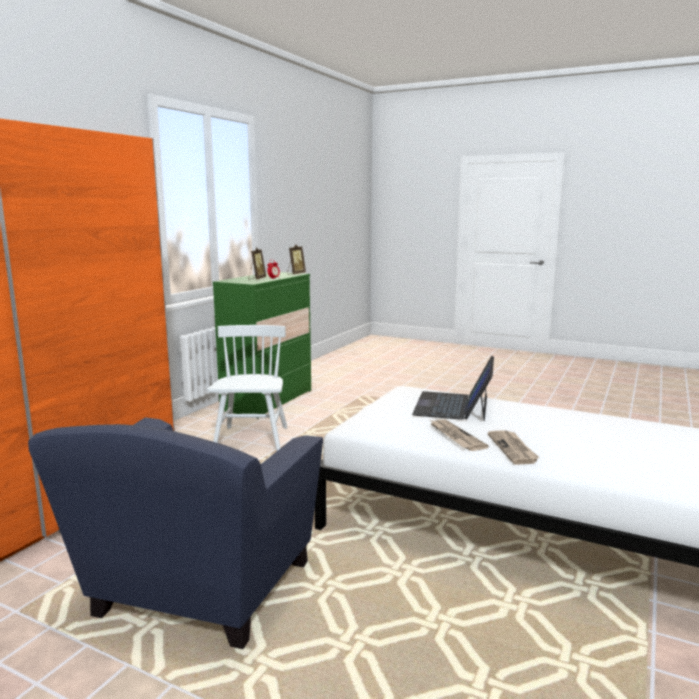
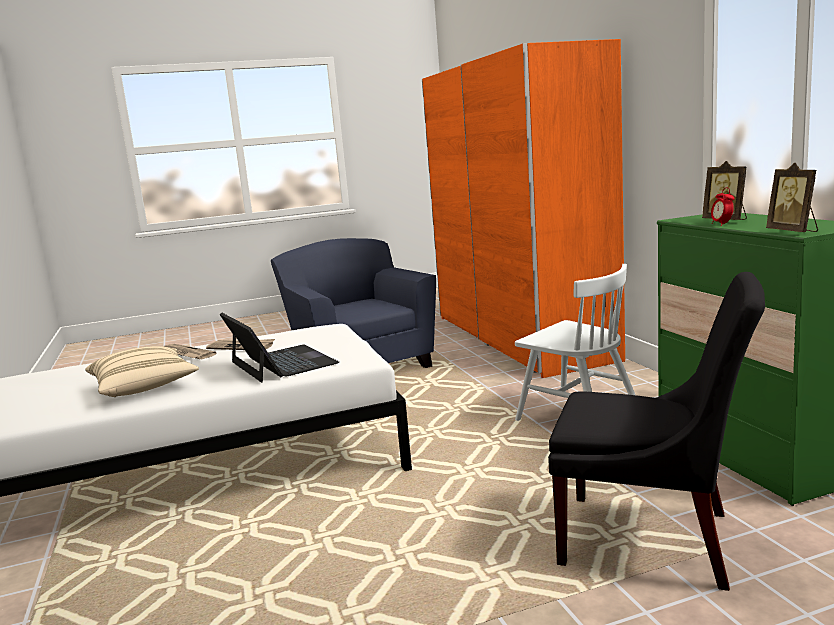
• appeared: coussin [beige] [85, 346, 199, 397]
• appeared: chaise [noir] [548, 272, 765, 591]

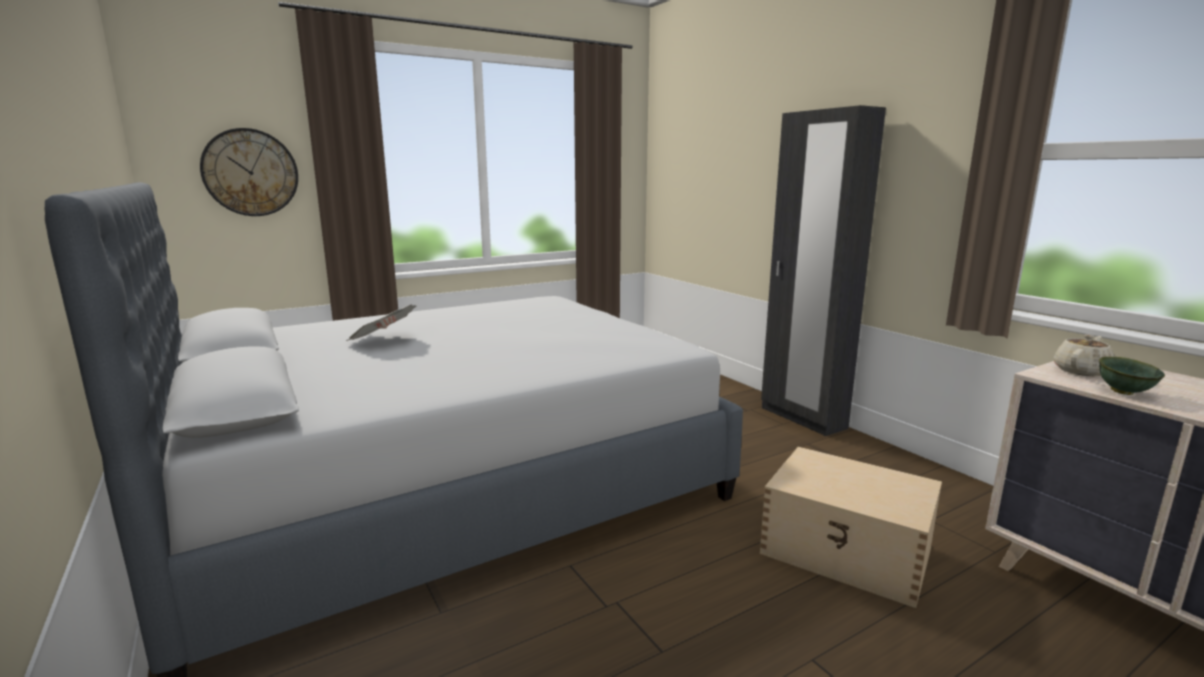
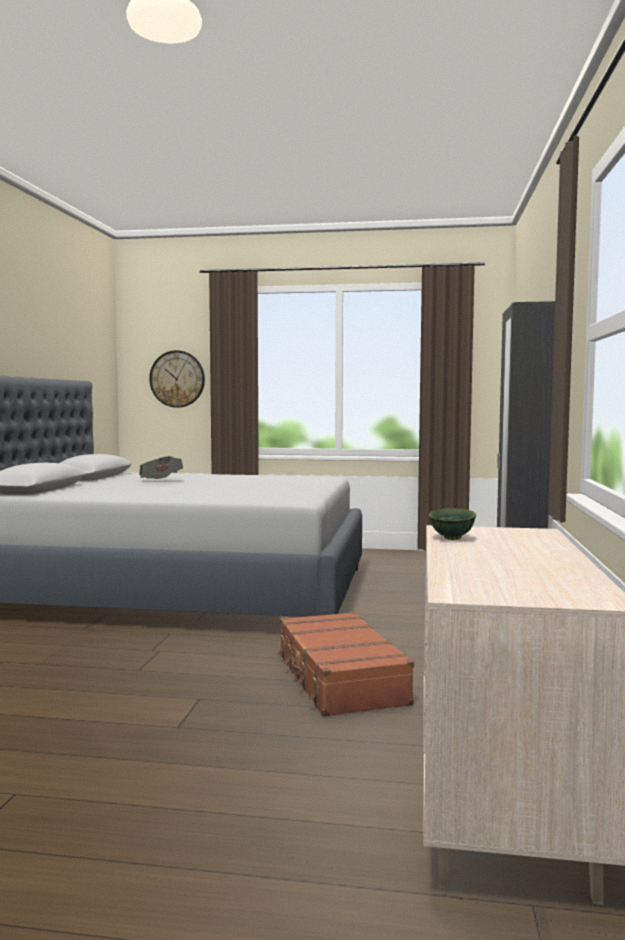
• exchanged: boîte de rangement [beige] [760, 447, 942, 608] to valise [marron] [277, 612, 414, 716]
• missing: théière [beige] [1054, 334, 1114, 376]

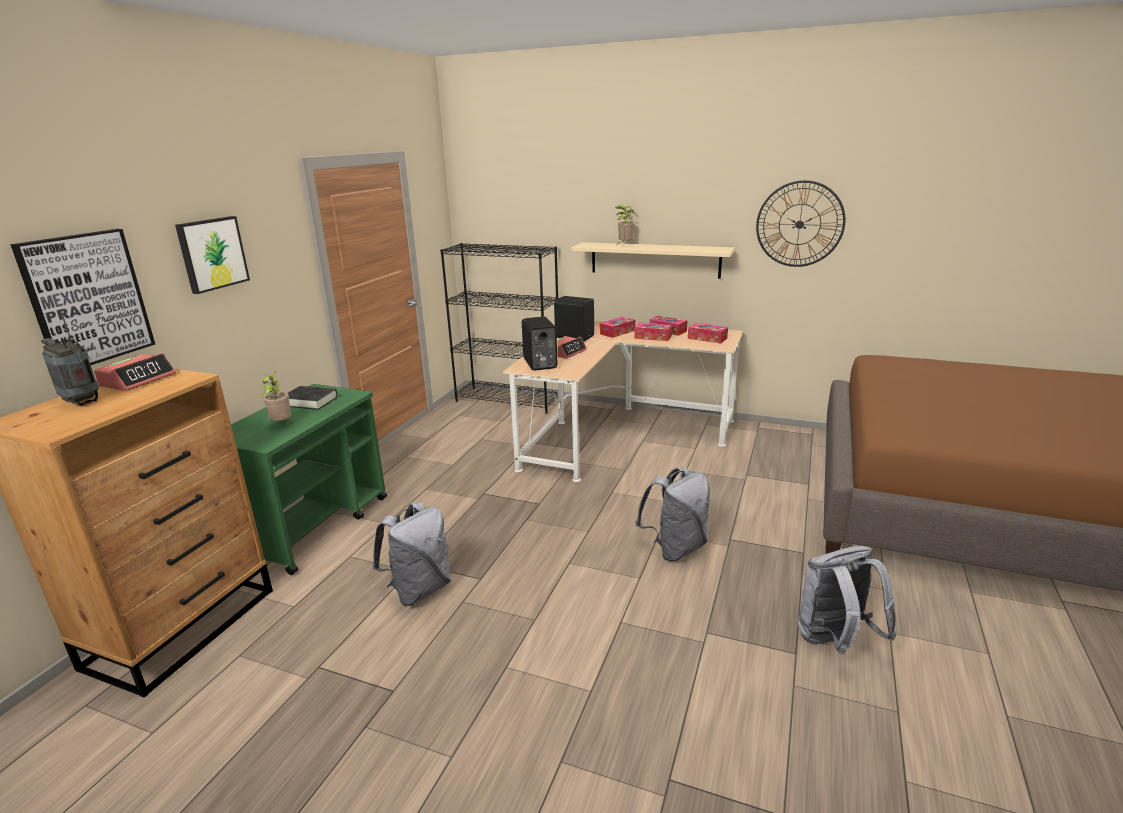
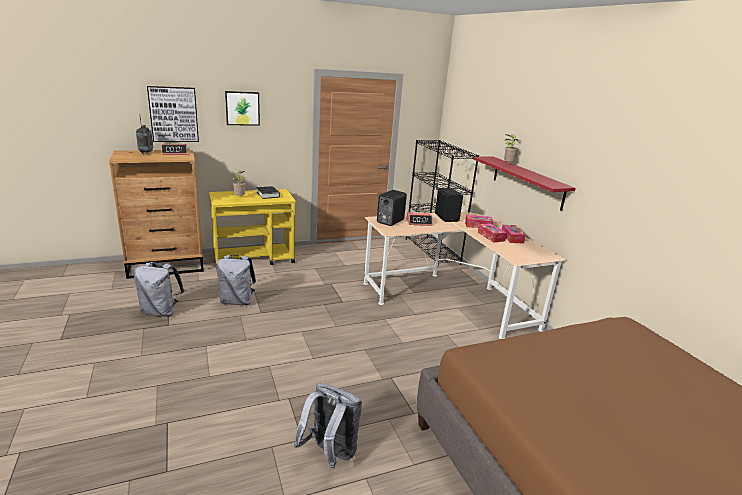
• relocated: sac à dos [gris] [635, 468, 710, 561] to [134, 262, 184, 317]
• colour: chariot [vert] [231, 384, 387, 575] to chariot [jaune] [209, 189, 296, 269]
• colour: étagère [beige] [571, 242, 735, 279] to étagère [rouge] [473, 156, 576, 211]
• missing: boîte à mouchoirs [688, 323, 728, 344]
• missing: horloge murale [756, 180, 845, 267]

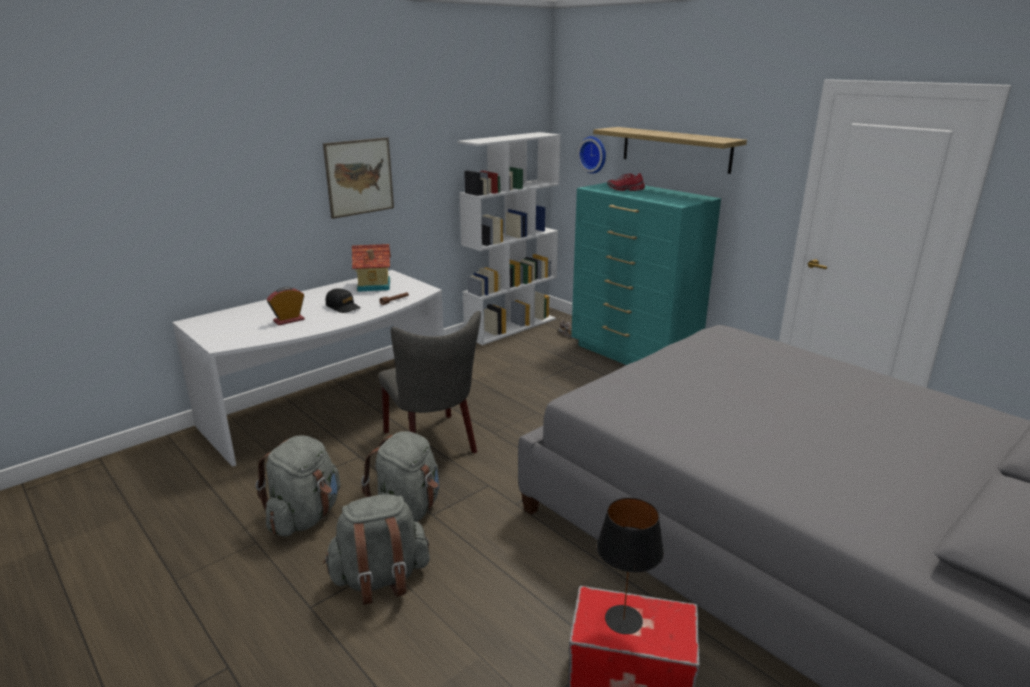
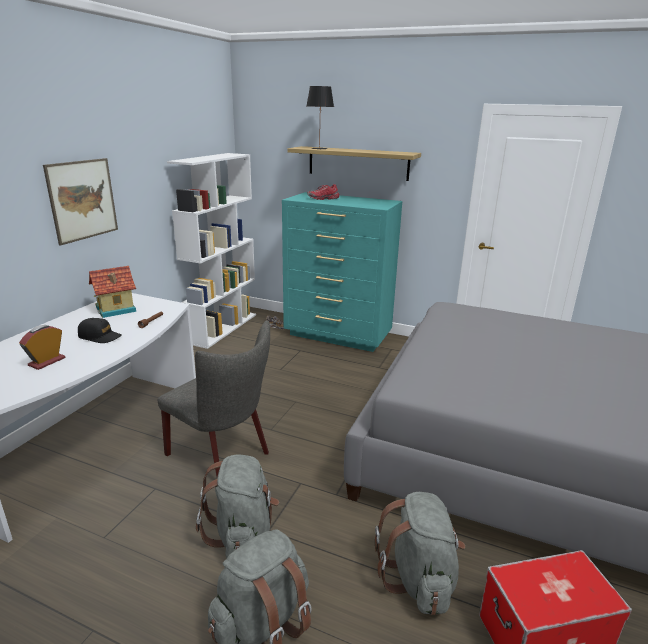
• relocated: lampe de table [noir] [597, 497, 664, 634] to [307, 86, 334, 149]
• relocated: sac à dos [gris] [256, 436, 340, 536] to [375, 492, 465, 615]
• missing: horloge murale [578, 136, 606, 174]

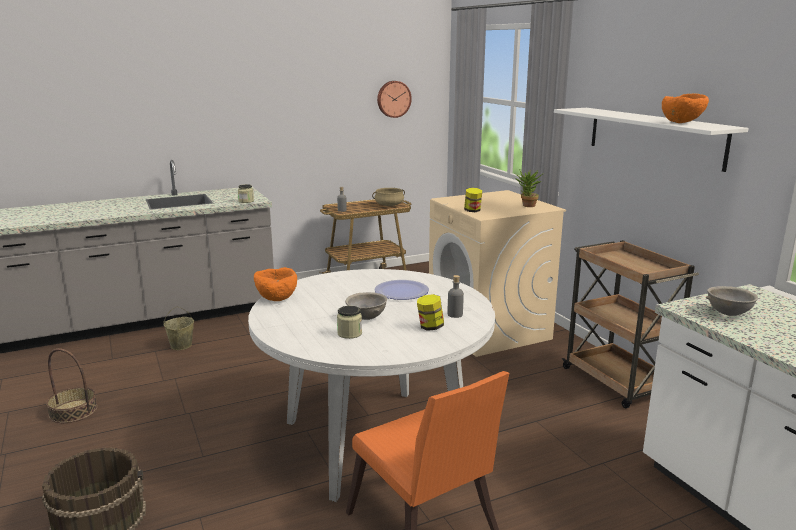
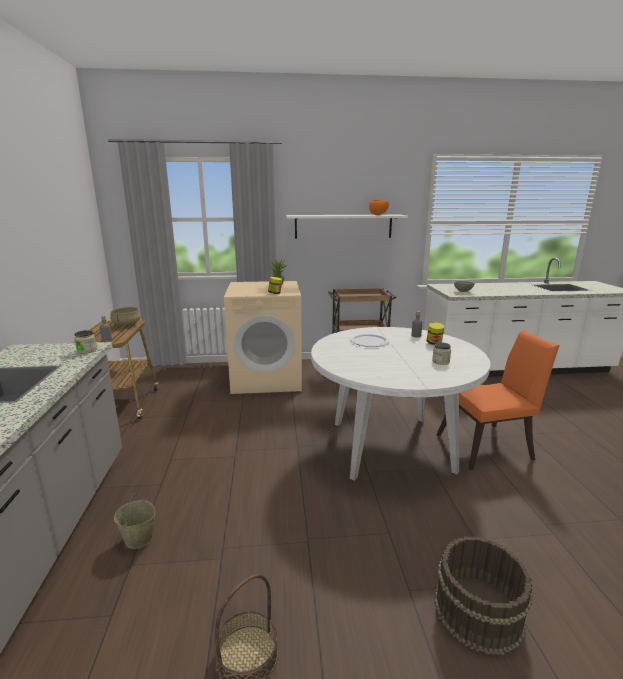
• missing: bol [orange] [254, 267, 297, 301]
• missing: bol [gris] [345, 292, 387, 320]
• missing: horloge murale [377, 81, 412, 118]

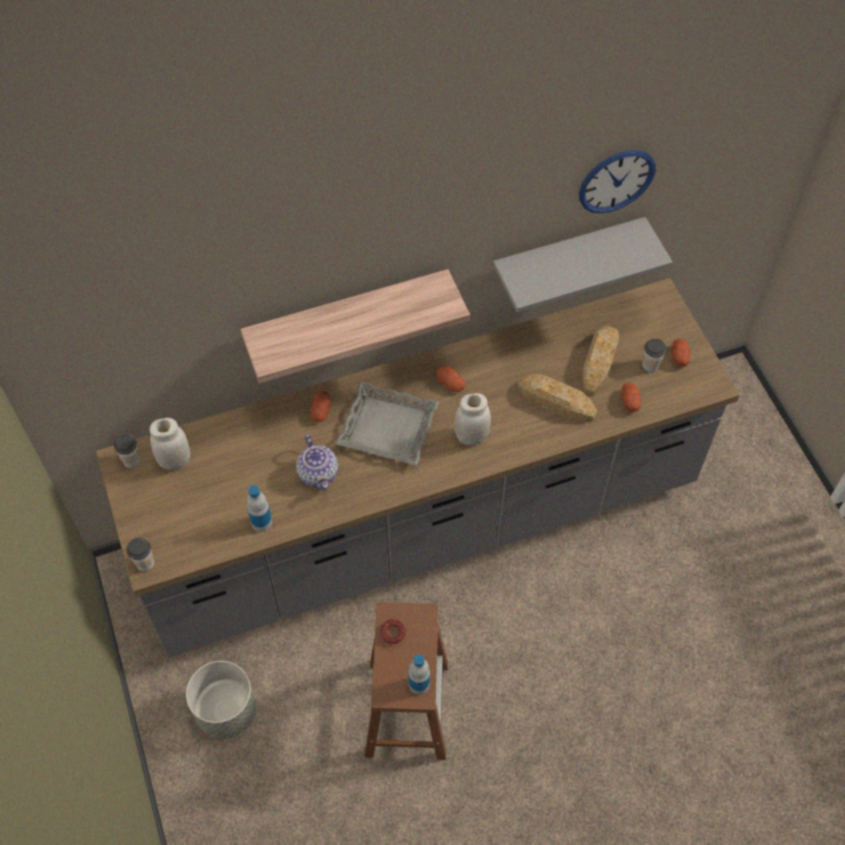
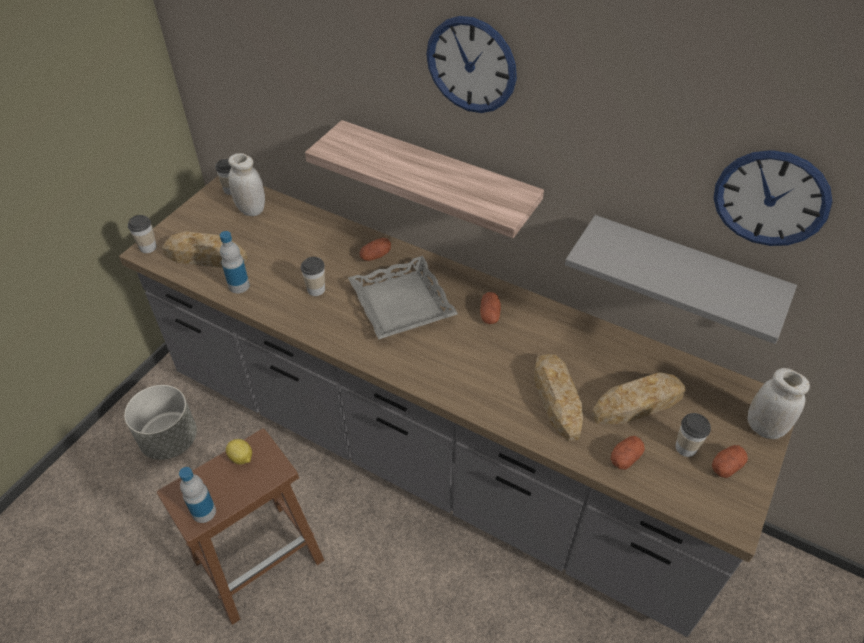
• appeared: pain [162, 231, 247, 268]
• exchanged: beignet [380, 619, 406, 644] to citron [226, 439, 252, 465]
• exchanged: théière [296, 434, 338, 491] to tasse [301, 257, 325, 296]
• appeared: horloge murale [426, 16, 517, 113]
• relocated: bocal [blanc] [454, 393, 491, 445] to [747, 368, 810, 439]

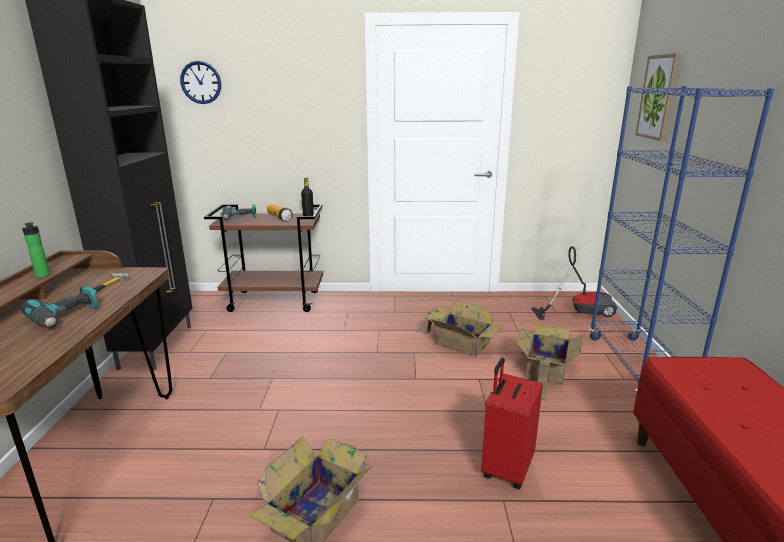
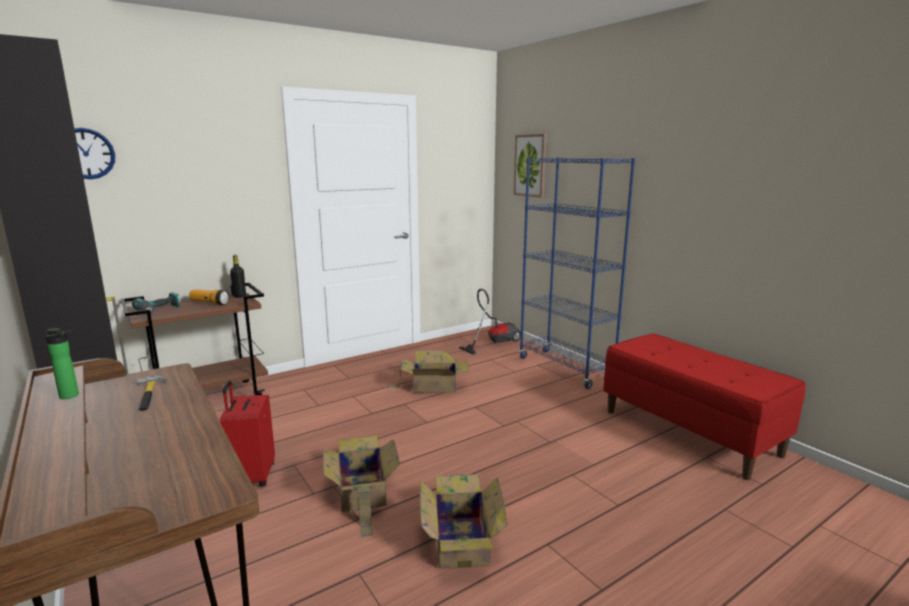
• relocated: valise [rouge] [481, 358, 543, 489] to [220, 381, 275, 487]
• relocated: carton [516, 325, 582, 400] to [323, 436, 400, 537]
• missing: perceuse [21, 285, 99, 328]

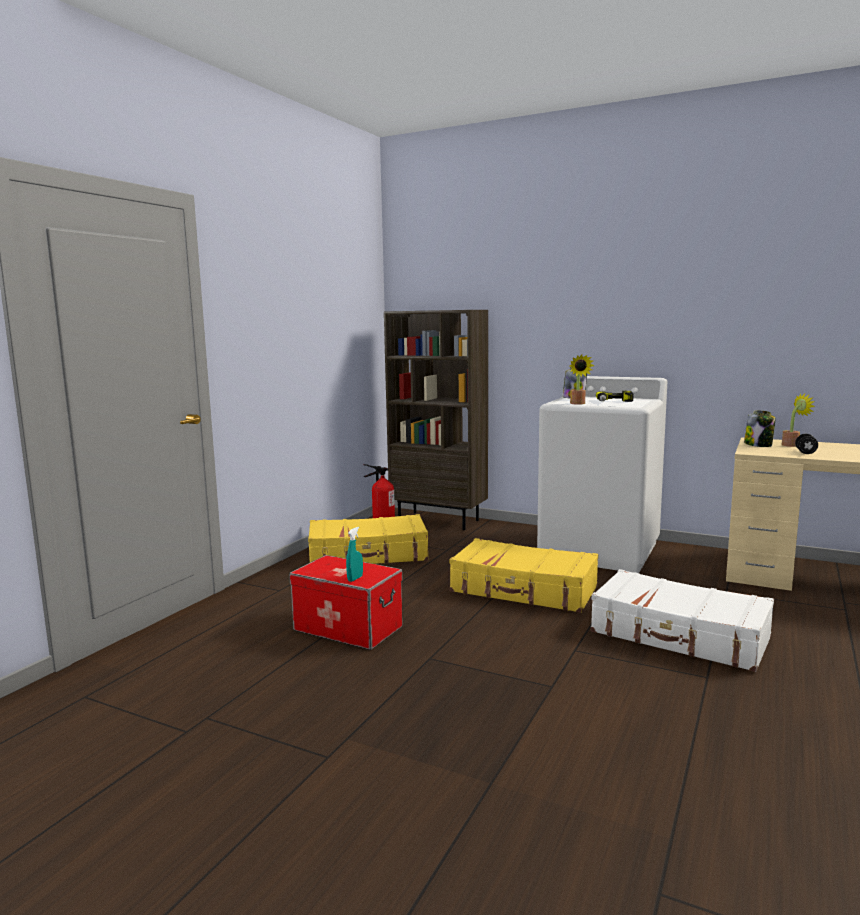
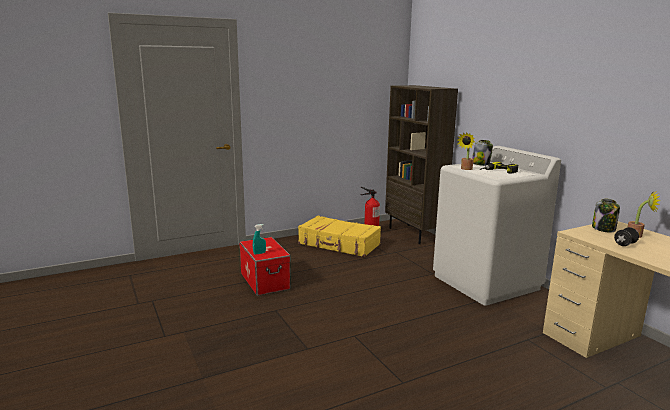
• missing: valise [jaune] [449, 538, 598, 613]
• missing: valise [blanc] [591, 569, 774, 672]

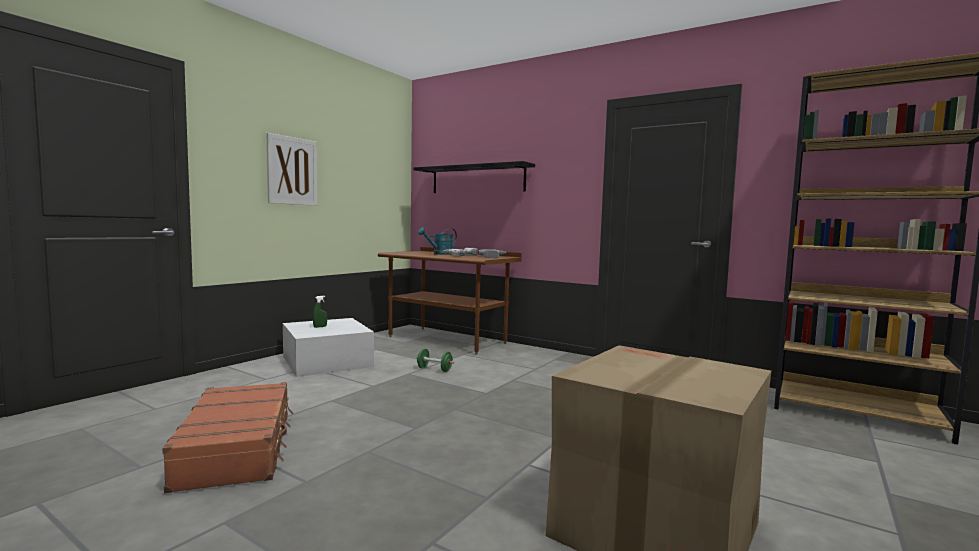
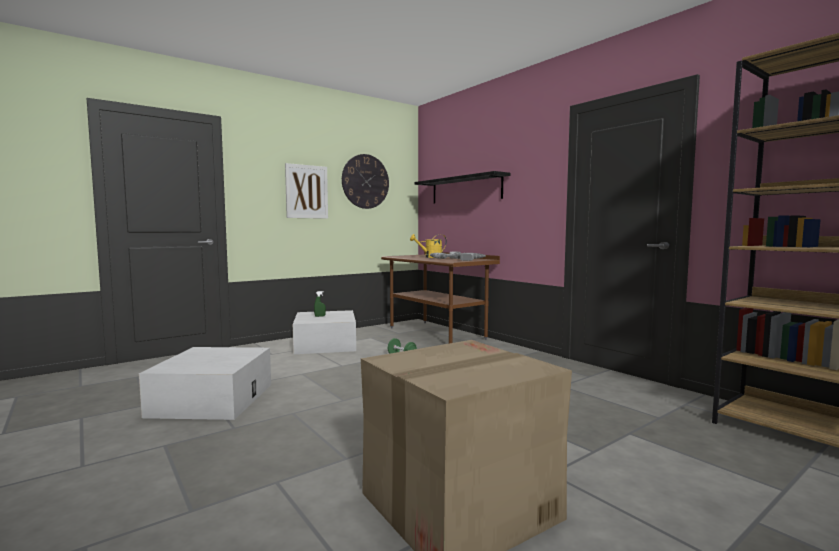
• exchanged: valise [marron] [162, 382, 293, 493] to boîte de rangement [blanc] [139, 347, 271, 420]
• appeared: horloge murale [342, 154, 389, 209]
• colour: arrosoir [turquoise] [418, 227, 457, 255] to arrosoir [jaune] [410, 234, 447, 258]

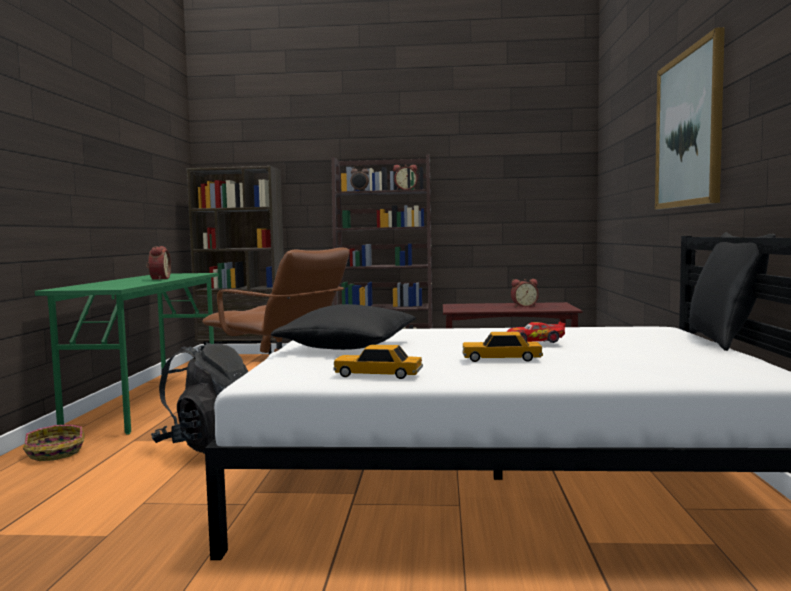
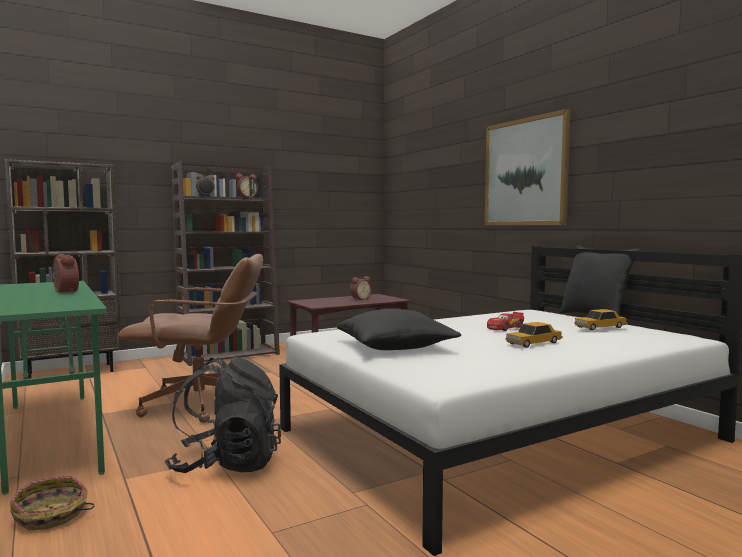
• relocated: petite voiture [334, 345, 423, 379] to [574, 309, 628, 330]

